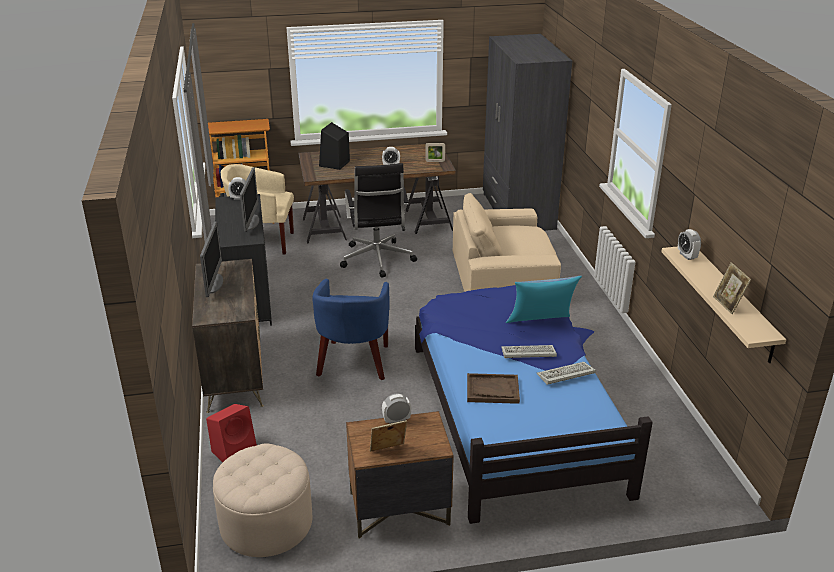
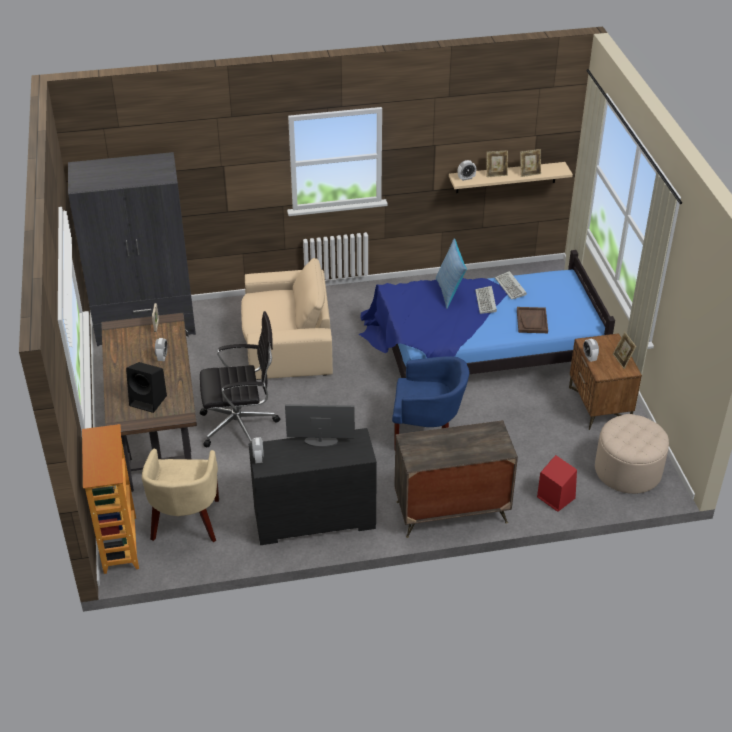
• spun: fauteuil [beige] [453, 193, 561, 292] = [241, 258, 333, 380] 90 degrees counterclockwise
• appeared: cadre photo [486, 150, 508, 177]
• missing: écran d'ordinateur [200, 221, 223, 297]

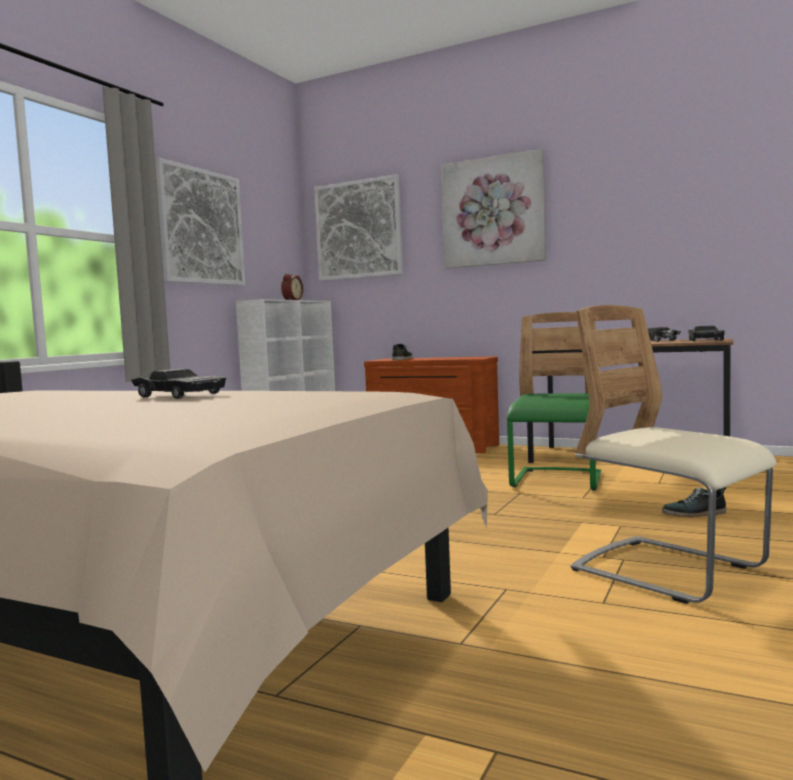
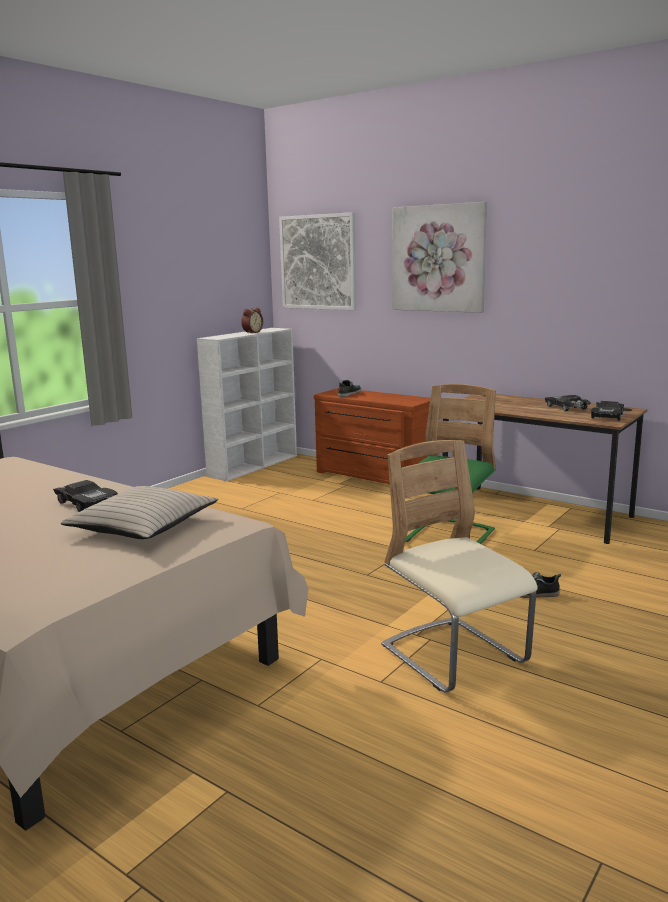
• appeared: coussin [beige] [61, 486, 218, 539]
• missing: tableau [155, 158, 245, 286]

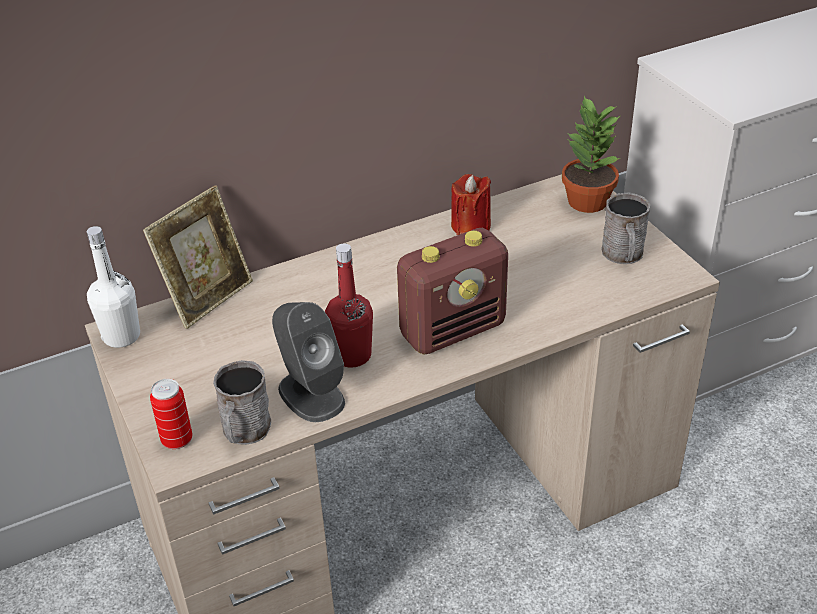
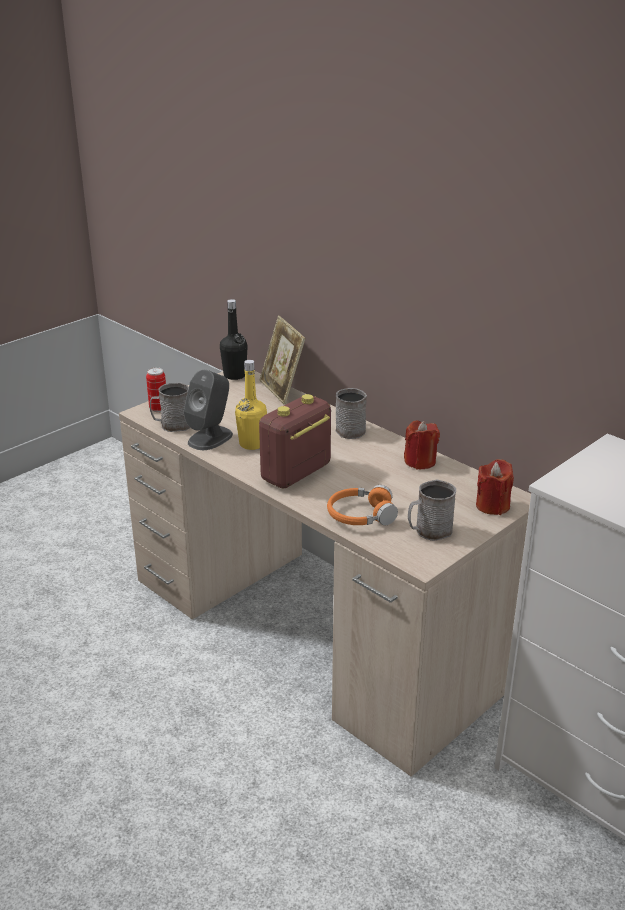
• colour: bouteille [blanc] [87, 226, 140, 348] to bouteille [noir] [220, 299, 248, 380]
• colour: bouteille [rouge] [325, 243, 373, 368] to bouteille [jaune] [235, 360, 267, 450]
• spun: cadre photo [143, 185, 253, 329] = [259, 316, 305, 405] 45 degrees clockwise
• spun: radio [397, 228, 508, 355] = [259, 394, 331, 489] 90 degrees clockwise
• appeared: casque audio [orange] [327, 485, 398, 525]
• appeared: mug [gris] [336, 388, 367, 439]
• exchanged: plante en pot [562, 96, 620, 213] to bougie [rouge] [476, 459, 514, 515]

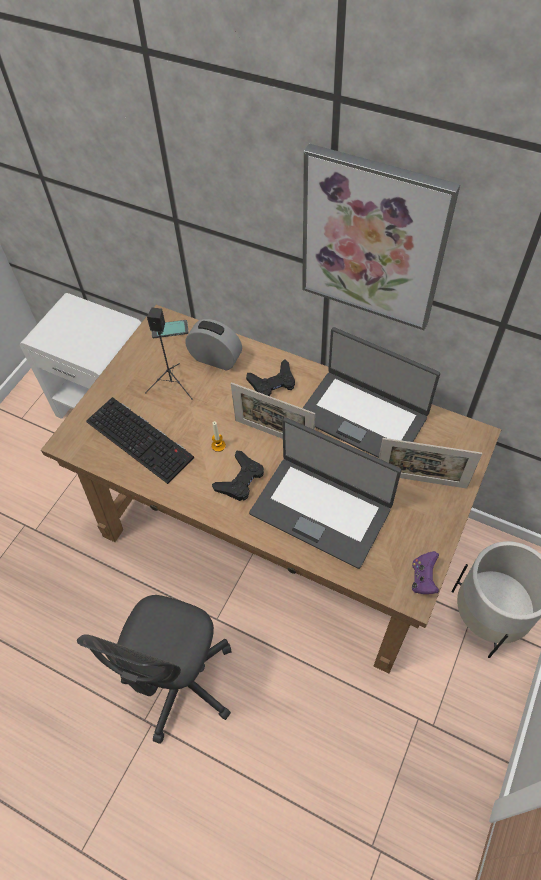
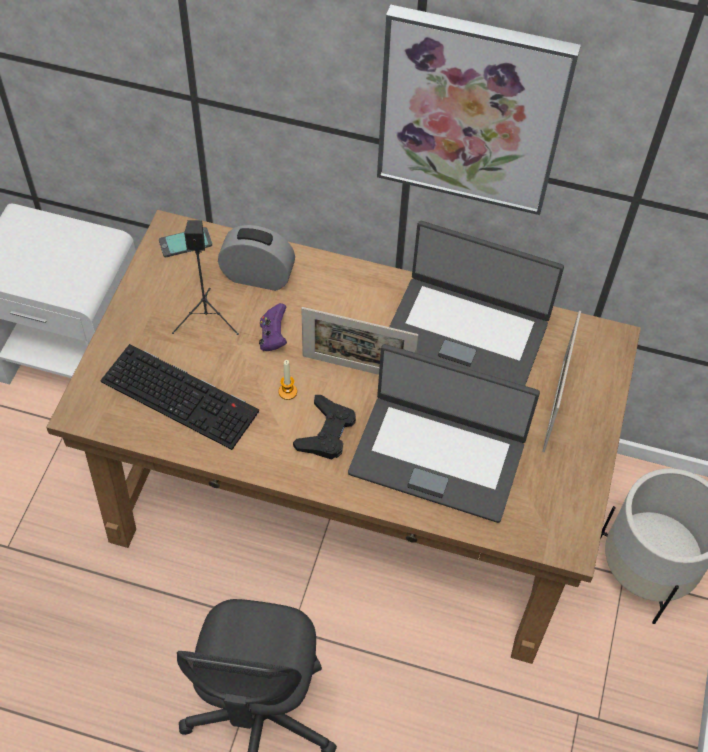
• relocated: manette [violet] [412, 551, 439, 594] to [259, 303, 287, 351]
• spun: cadre photo [379, 438, 482, 489] = [542, 311, 581, 452] 105 degrees clockwise
• missing: manette [noir] [246, 359, 295, 396]

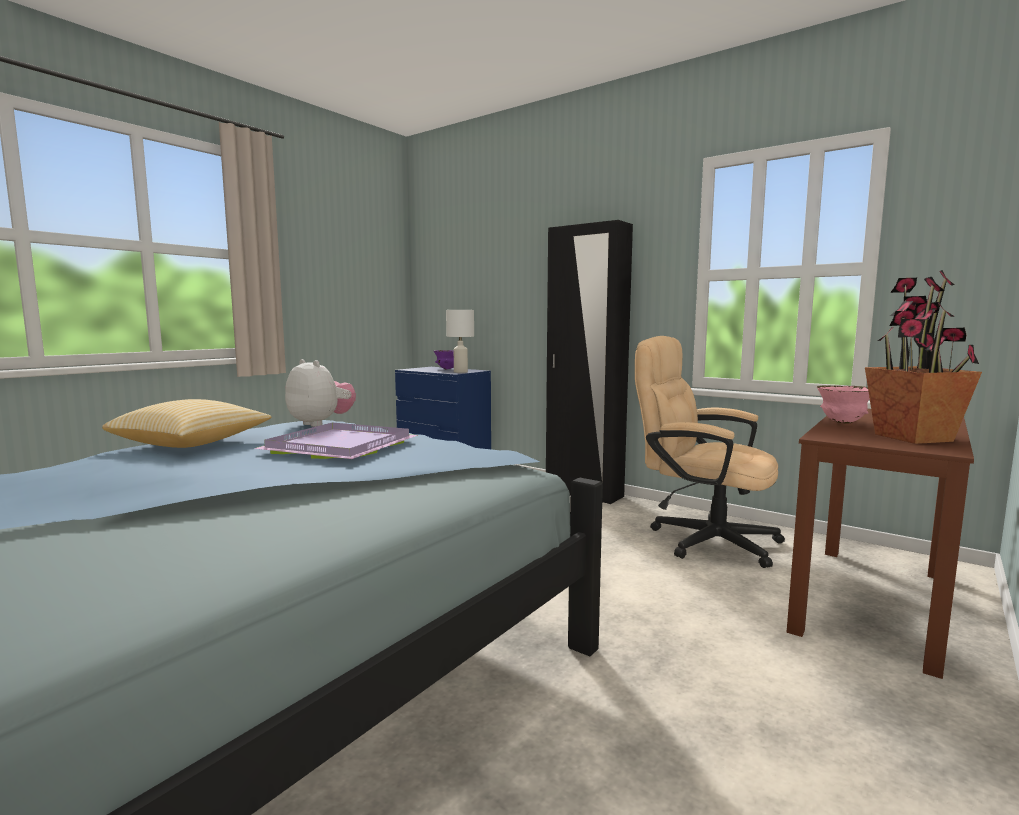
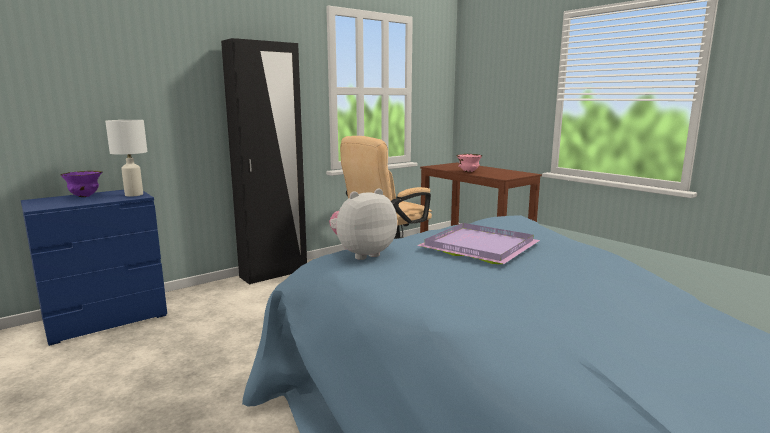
• missing: coussin [102, 399, 272, 448]
• missing: plante en pot [865, 270, 982, 444]

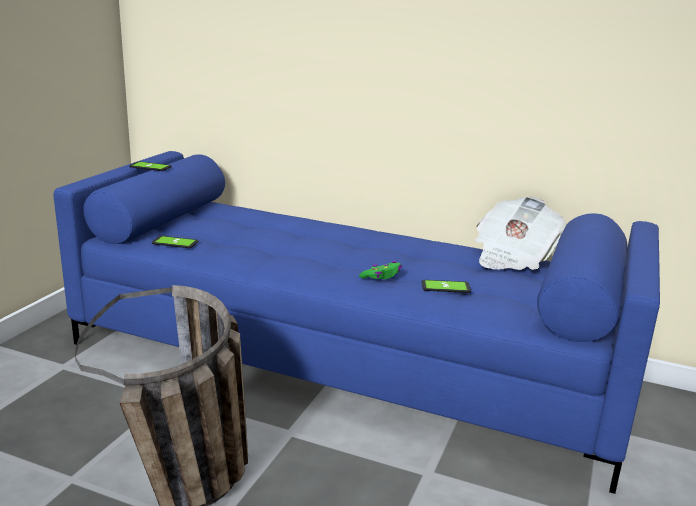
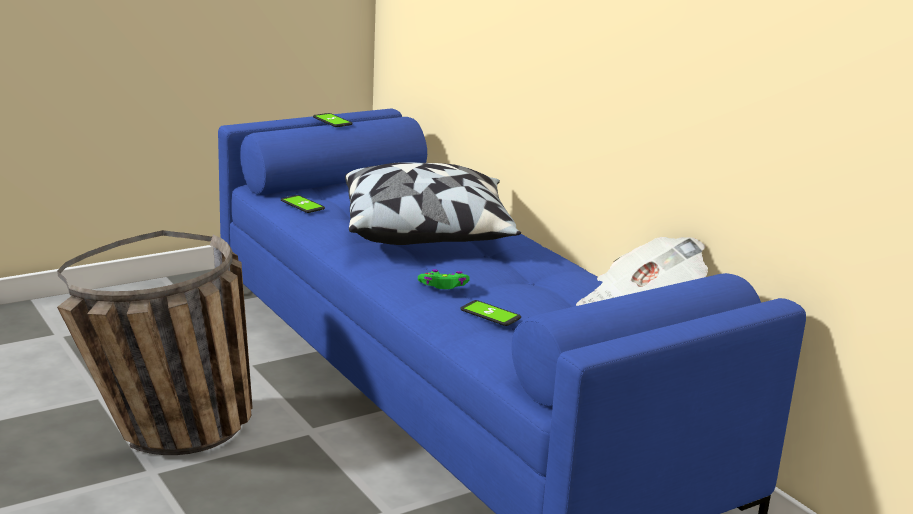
• appeared: coussin [345, 162, 521, 245]

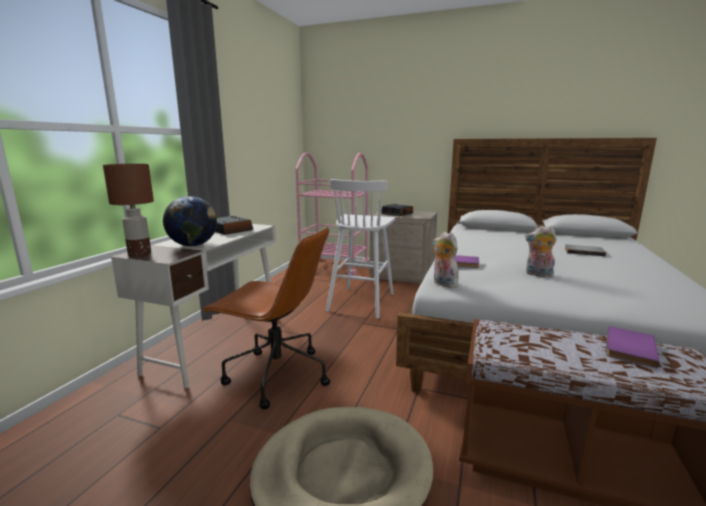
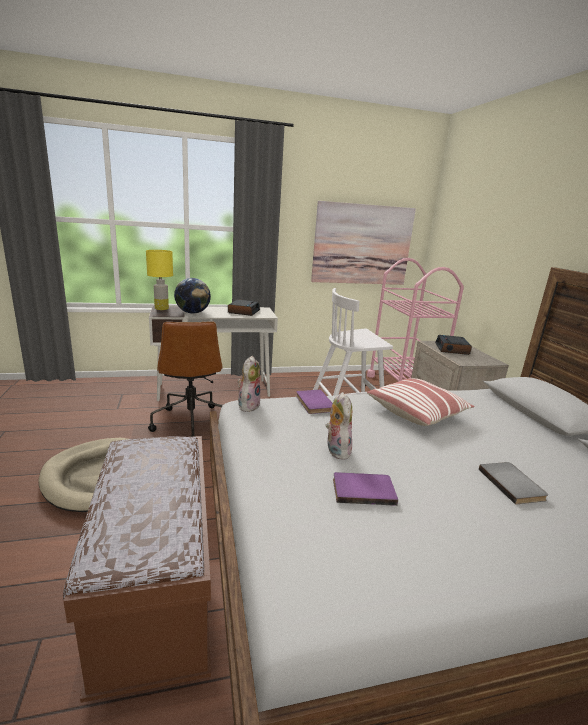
• colour: lampe de table [marron] [103, 164, 154, 257] to lampe de table [jaune] [146, 250, 173, 310]
• appeared: tableau [311, 201, 416, 285]
• relocated: livre [violet] [606, 326, 659, 368] to [333, 472, 398, 506]
• appeared: coussin [367, 378, 475, 426]

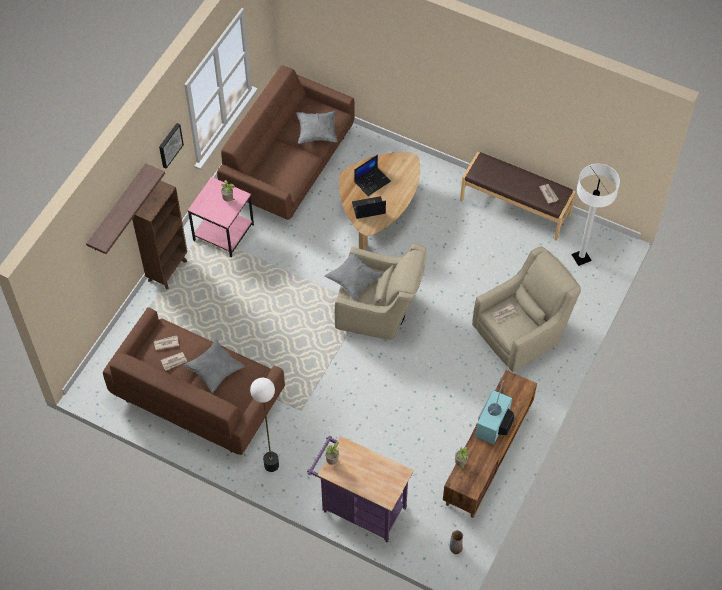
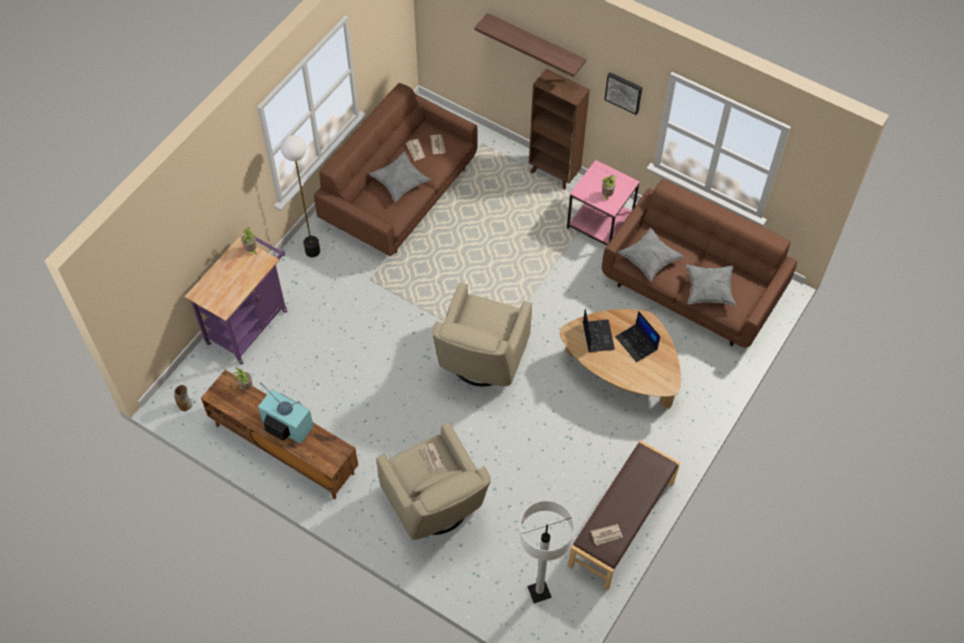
• relocated: coussin [gris] [324, 254, 383, 301] to [618, 228, 684, 281]

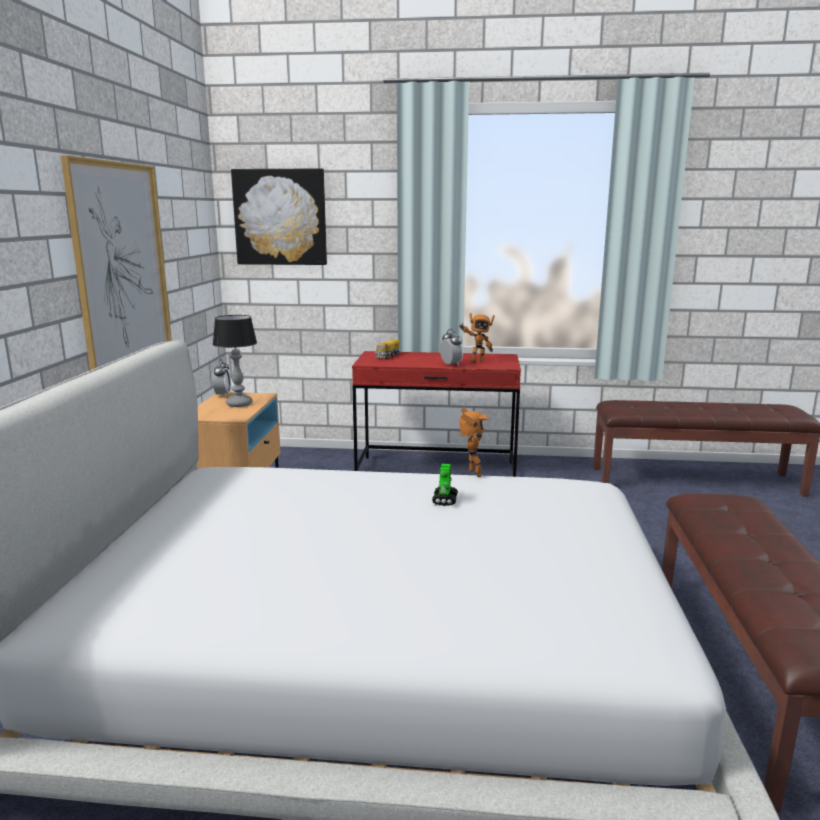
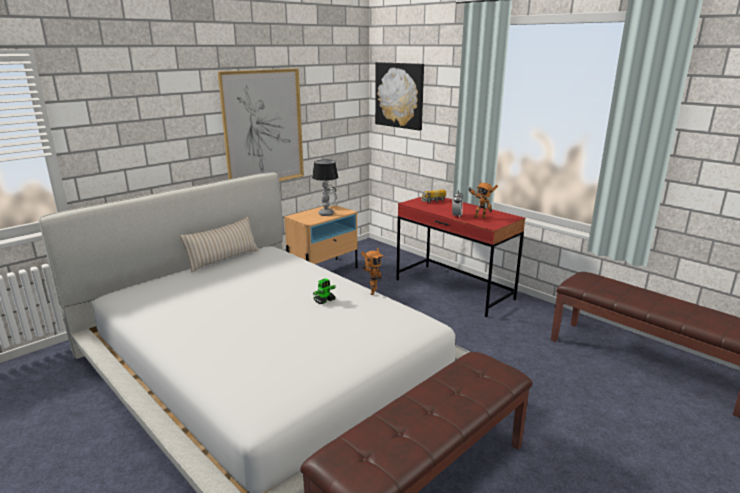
• appeared: coussin [beige] [180, 217, 258, 272]

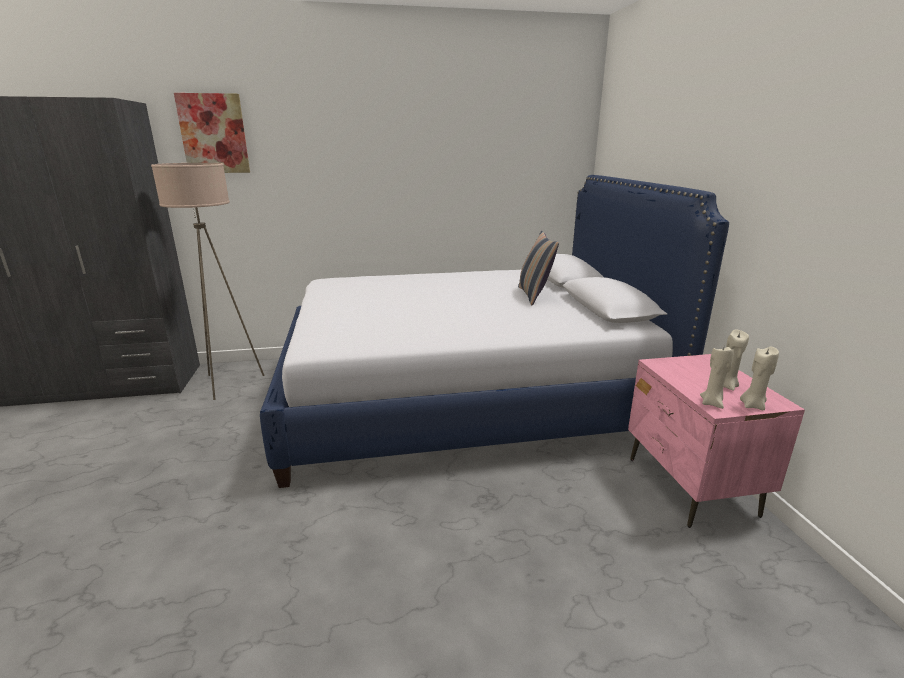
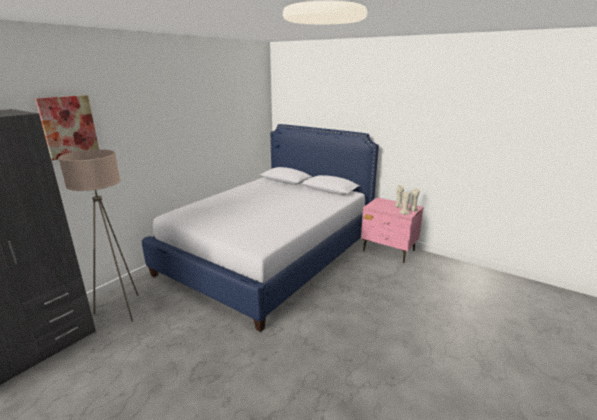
• missing: coussin [518, 231, 559, 306]

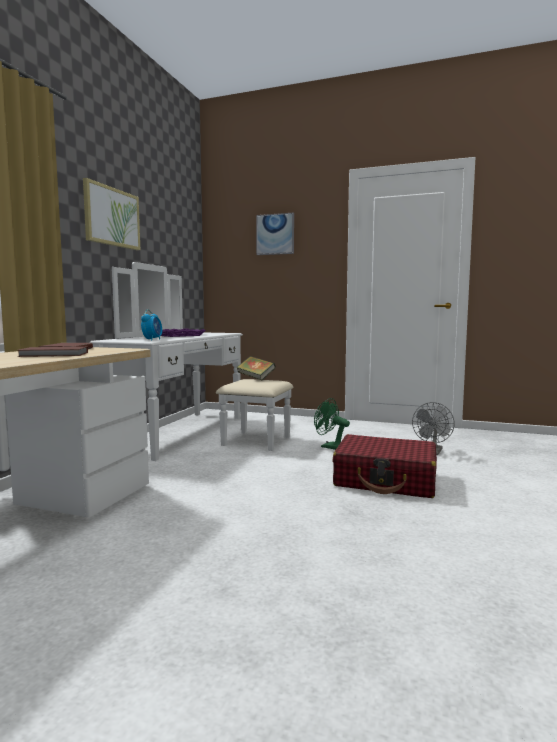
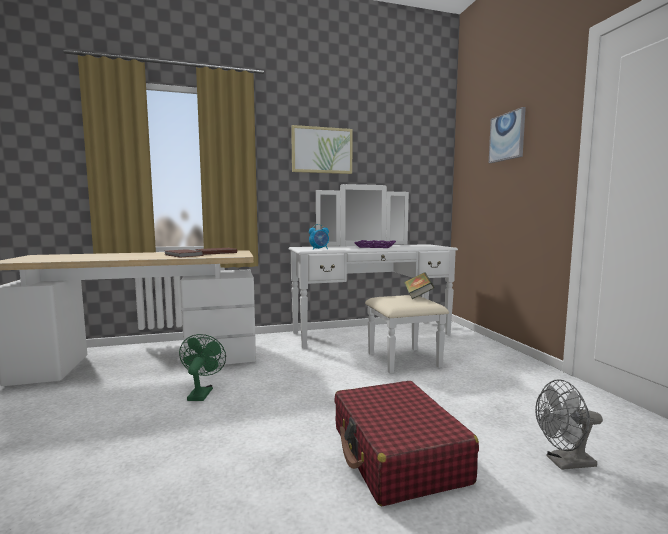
• relocated: ventilateur [vert] [314, 398, 350, 450] to [179, 334, 226, 401]

